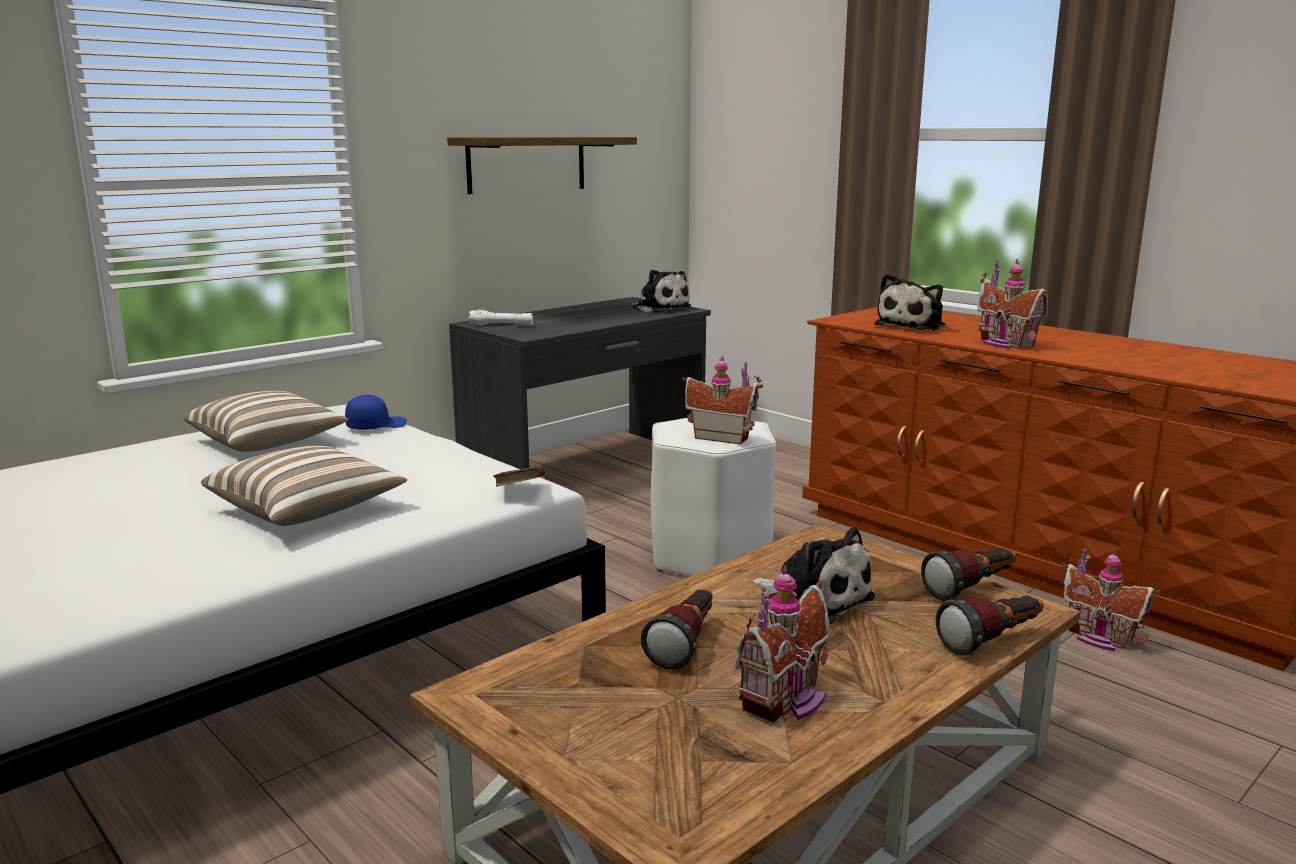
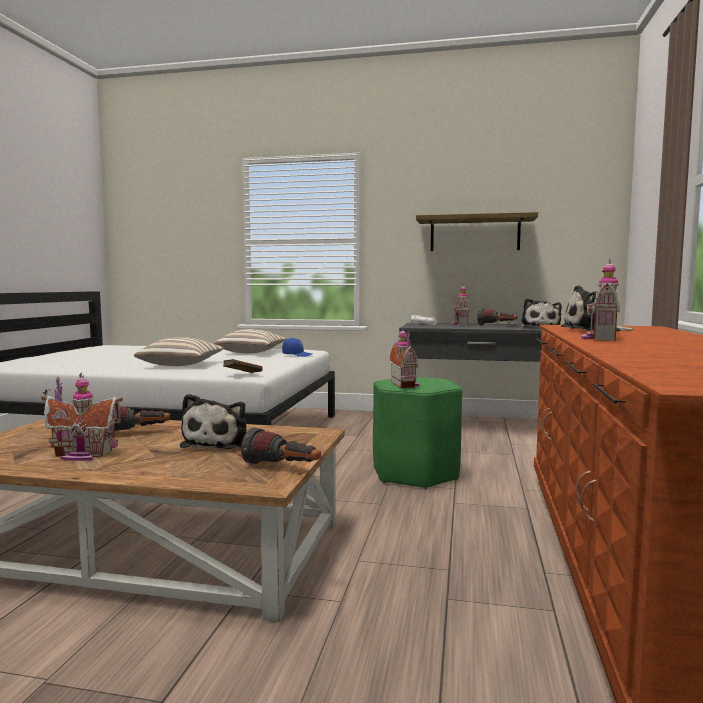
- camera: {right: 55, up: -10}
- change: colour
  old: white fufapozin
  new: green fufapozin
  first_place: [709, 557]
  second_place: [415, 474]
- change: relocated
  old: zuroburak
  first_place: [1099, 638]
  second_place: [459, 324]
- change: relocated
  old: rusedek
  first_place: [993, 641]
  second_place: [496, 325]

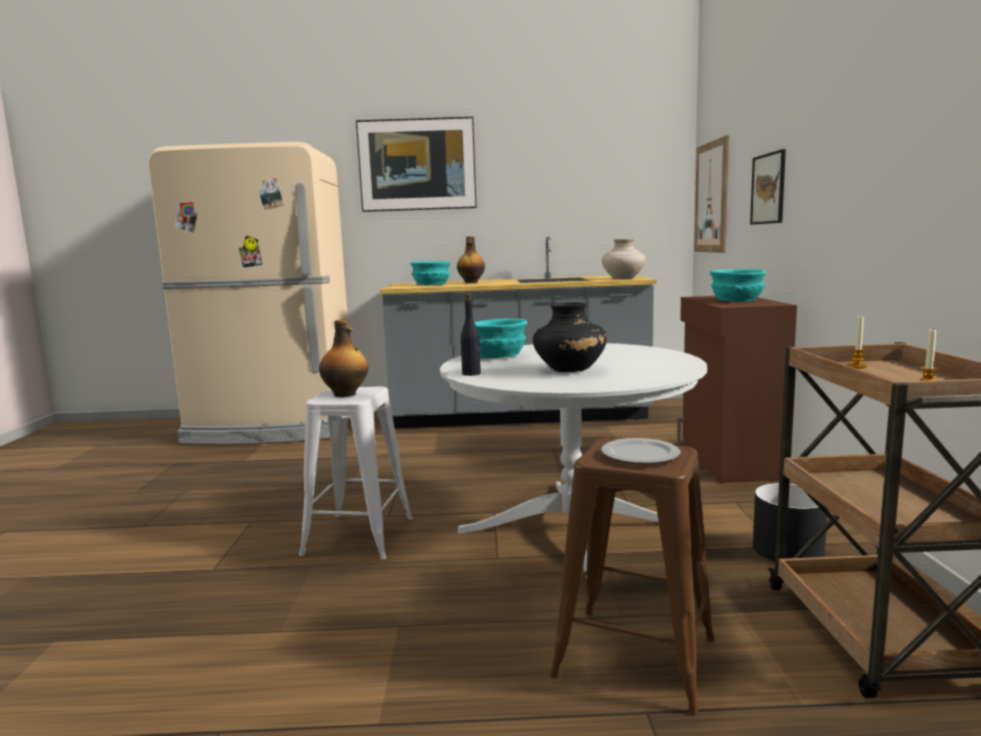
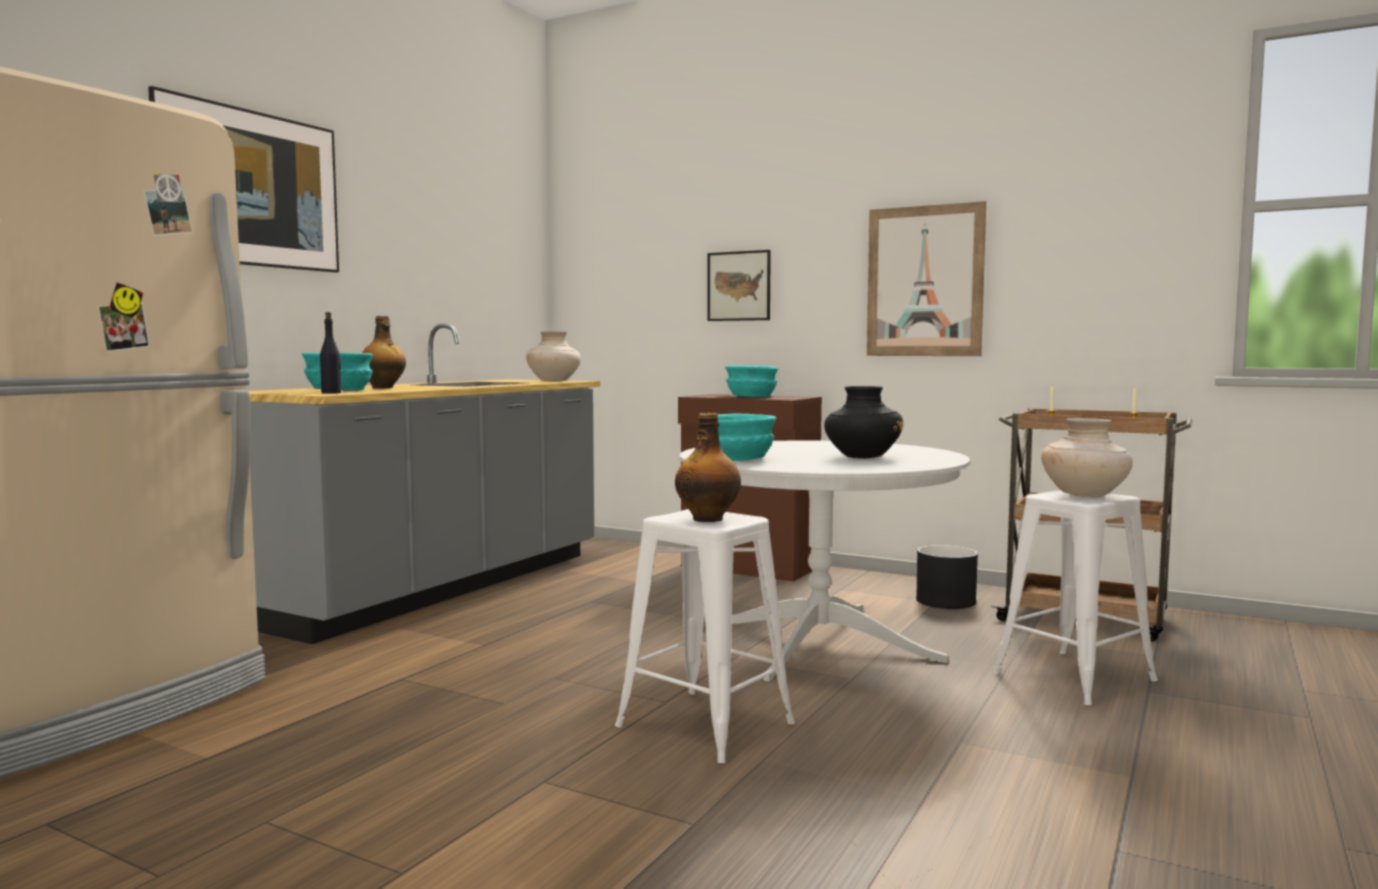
- camera: {right: -60, up: -5}
- change: relocated
  old: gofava
  first_place: [711, 197]
  second_place: [924, 281]
- change: relocated
  old: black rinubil
  first_place: [471, 374]
  second_place: [331, 393]
- change: exchanged
  old: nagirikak
  new: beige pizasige
  first_place: [640, 455]
  second_place: [1085, 495]
- change: colour
  old: brown fufapozin
  new: white fufapozin
  first_place: [635, 657]
  second_place: [1074, 677]

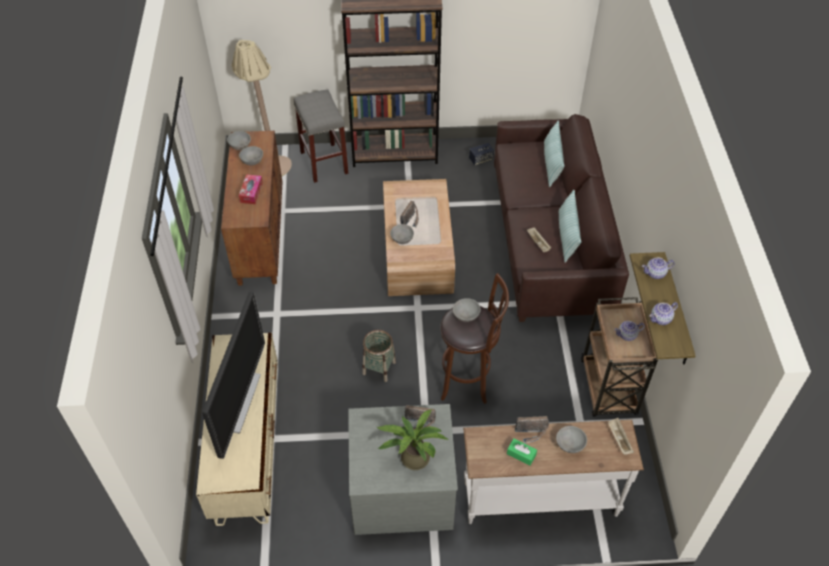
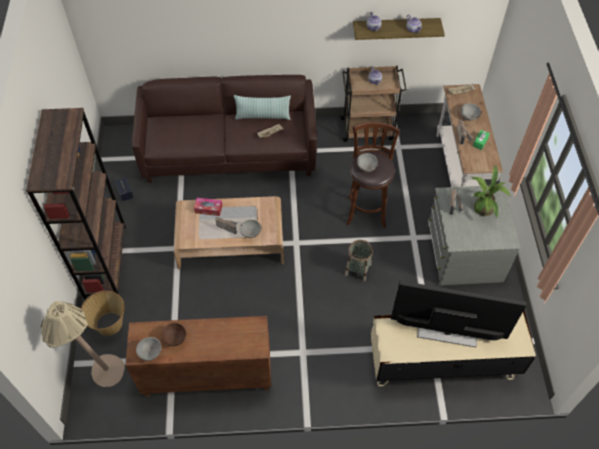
- camera: {right: -90, up: 5}
- change: exchanged
  old: grey fufapozin
  new: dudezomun
  first_place: [324, 163]
  second_place: [109, 323]
- change: missing
  old: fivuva
  first_place: [551, 164]
- change: colour
  old: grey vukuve
  new: brown vukuve
  first_place: [252, 161]
  second_place: [175, 338]
- change: relocated
  old: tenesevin
  first_place: [251, 192]
  second_place: [208, 209]

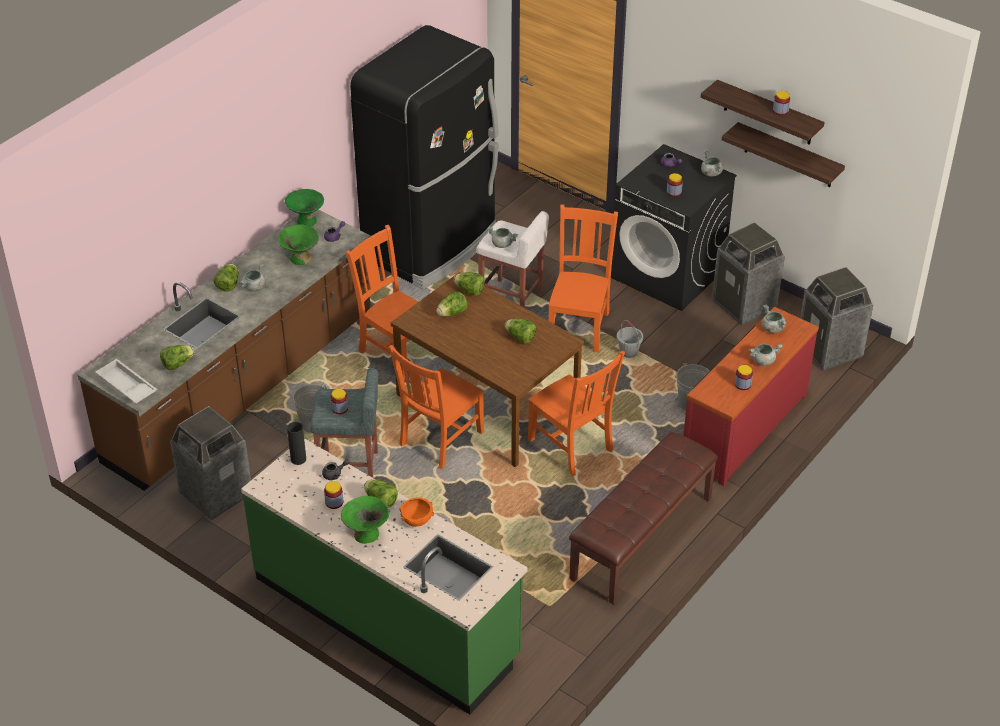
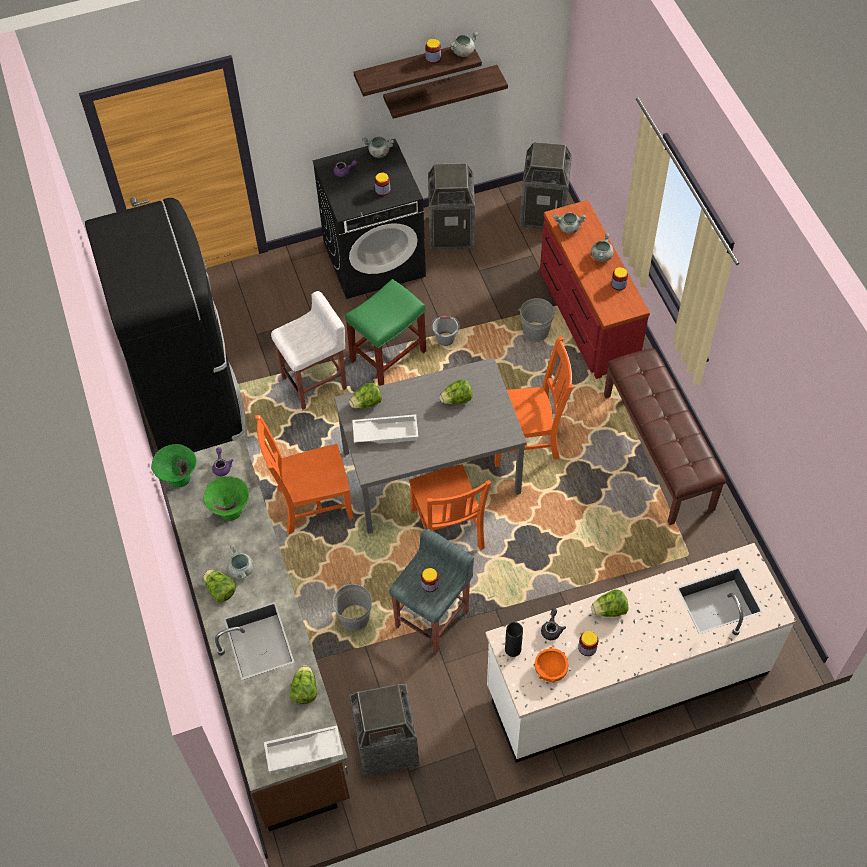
- camera: {right: -55, up: 15}
- change: exchanged
  old: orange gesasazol
  new: green fufapozin
  first_place: [579, 327]
  second_place: [388, 355]
- change: relocated
  old: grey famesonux
  first_place: [502, 244]
  second_place: [463, 52]
- change: colour
  old: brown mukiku
  new: grey mukiku
  first_place: [488, 404]
  second_place: [431, 471]
- change: exchanged
  old: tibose
  new: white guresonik
  first_place: [452, 313]
  second_place: [386, 432]
- change: colour
  old: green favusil
  new: white favusil
  first_place: [387, 617]
  second_place: [626, 680]
- change: missing
  old: green vukuve
  first_place: [366, 534]
- change: relocated
  old: orange vukuve
  first_place: [417, 519]
  second_place: [550, 669]

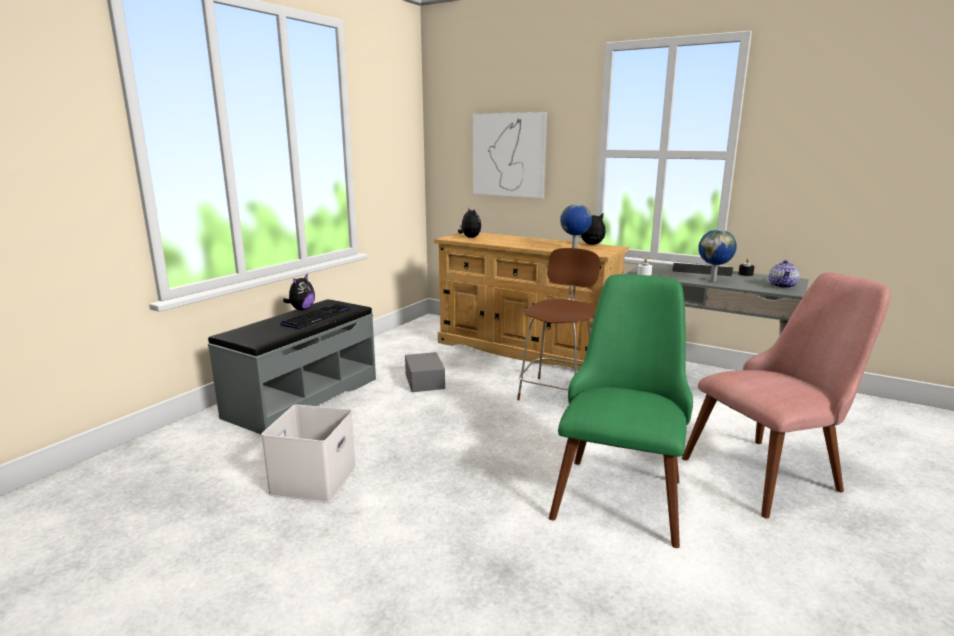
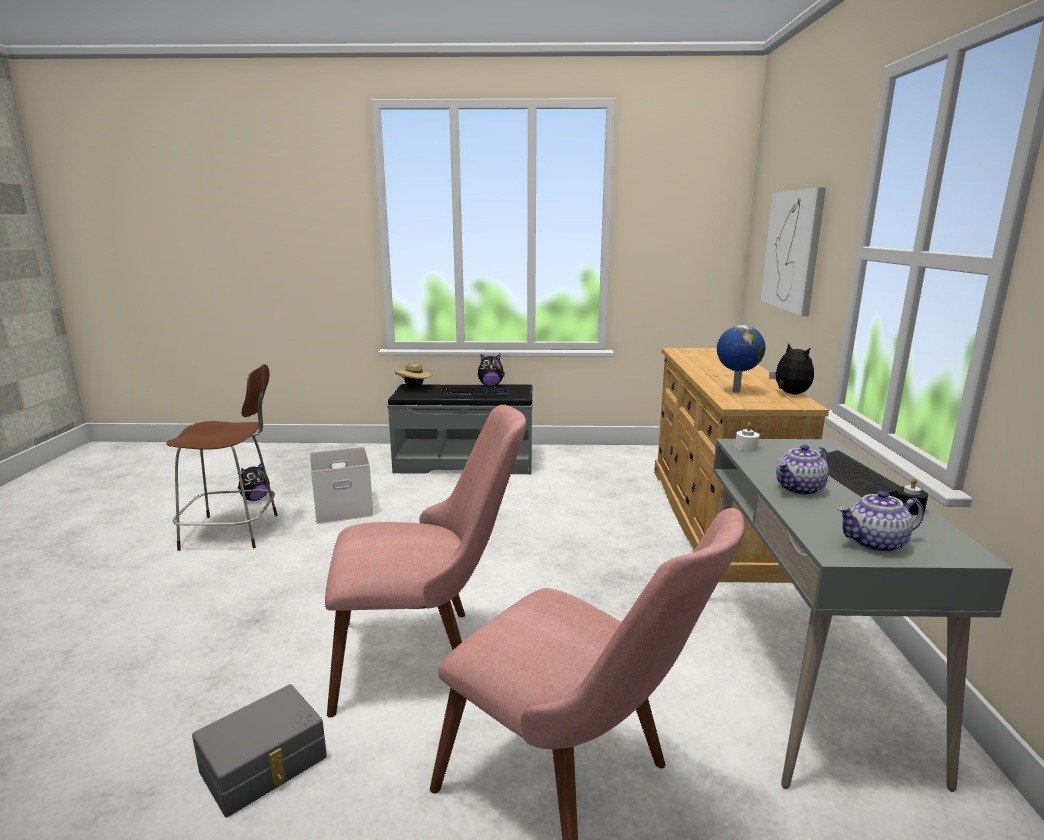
- camera: {right: 60, up: 0}
- change: relocated
  old: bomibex
  first_place: [469, 237]
  second_place: [255, 499]
- change: exchanged
  old: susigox
  new: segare
  first_place: [713, 280]
  second_place: [800, 489]
- change: relocated
  old: brown gesasazol
  first_place: [557, 393]
  second_place: [234, 532]
- change: colour
  old: green gesasazol
  new: pink gesasazol
  first_place: [620, 488]
  second_place: [428, 654]
- change: relocated
  old: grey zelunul
  first_place: [426, 381]
  second_place: [265, 765]
- change: appeared
  new: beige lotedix
  second_place: [414, 387]

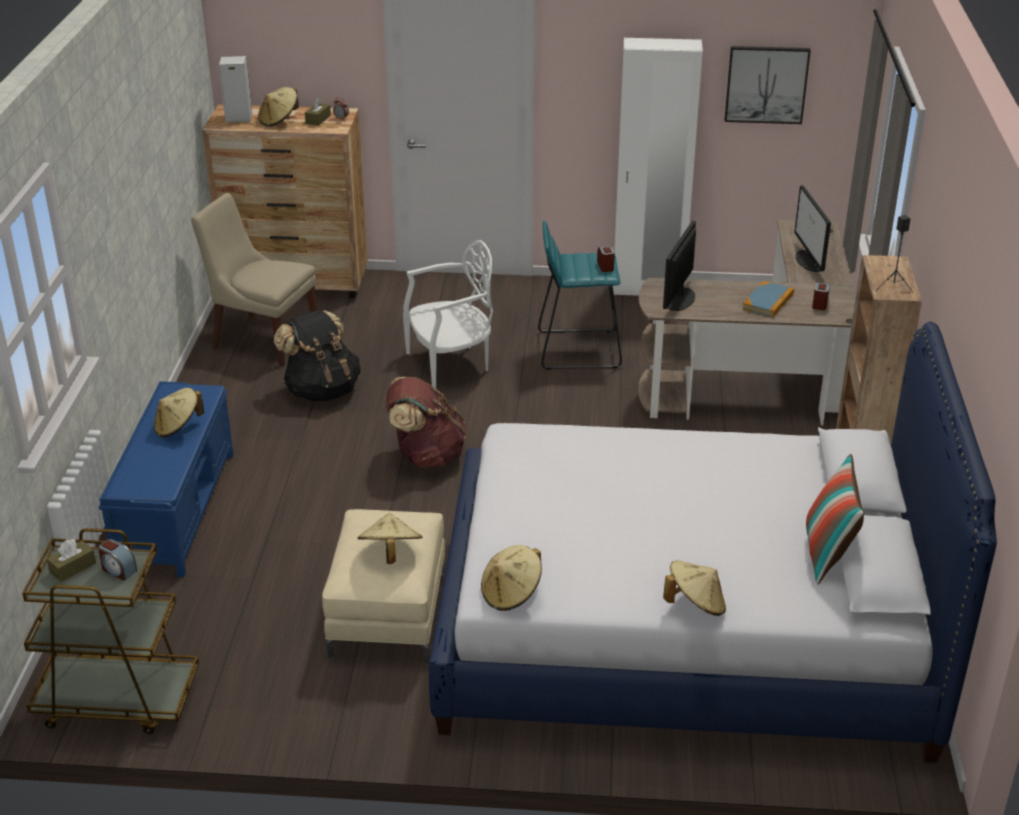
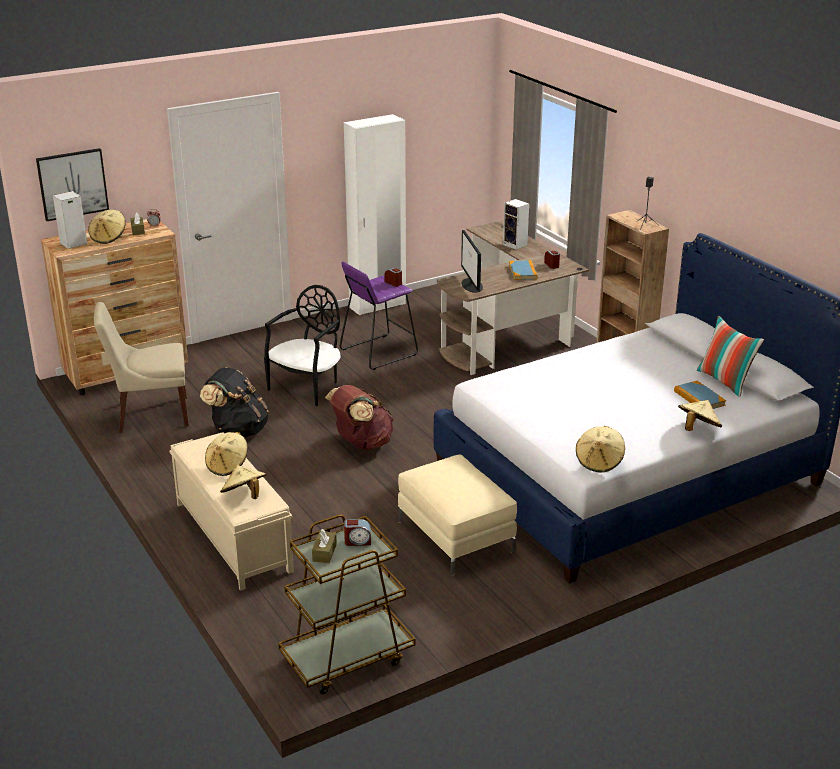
- camera: {right: -35, up: -5}
- change: relocated
  old: gofava
  first_place: [766, 84]
  second_place: [72, 184]
- change: exchanged
  old: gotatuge
  new: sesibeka
  first_place: [810, 261]
  second_place: [516, 245]
- change: colour
  old: turquoise fufapozin
  new: purple fufapozin
  first_place: [578, 349]
  second_place: [378, 352]
- change: colour
  old: white gesasazol
  new: black gesasazol
  first_place: [451, 365]
  second_place: [307, 387]
- change: colour
  old: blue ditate
  new: beige ditate
  first_place: [177, 509]
  second_place: [232, 536]
- change: relocated
  old: beige lotedix
  first_place: [390, 553]
  second_place: [244, 496]
- change: appeared
  new: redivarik
  second_place: [699, 398]

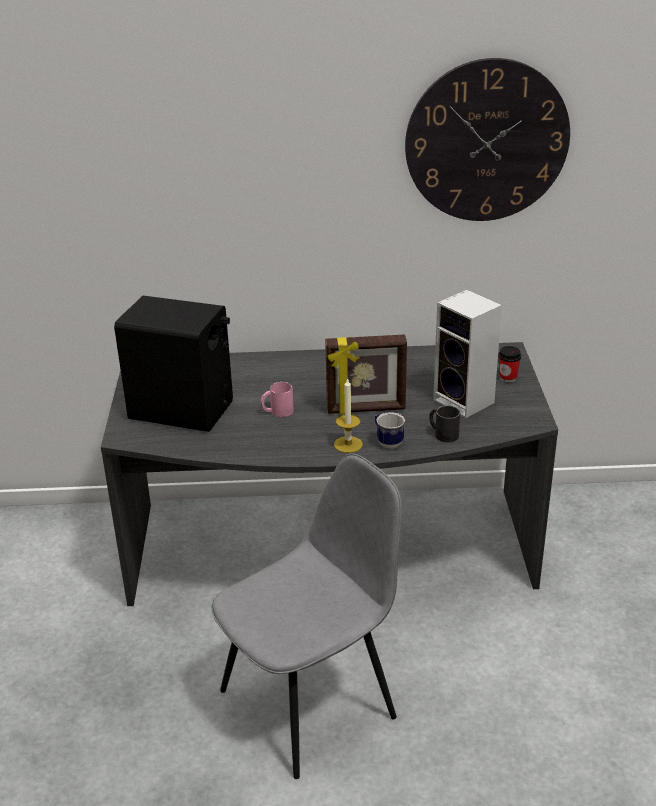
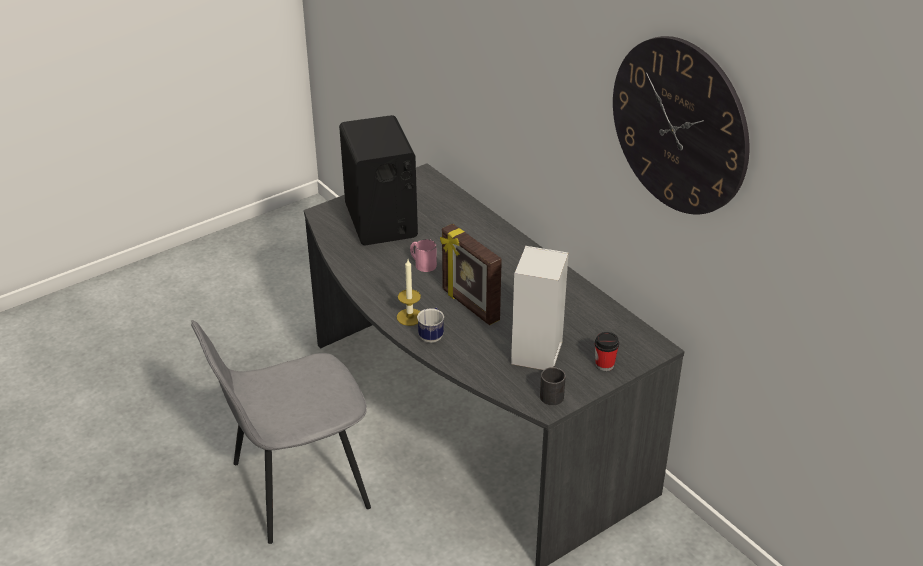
- camera: {right: 55, up: 5}
- change: relocated
  old: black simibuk
  first_place: [442, 433]
  second_place: [552, 393]
- change: spun
  old: grey gesasazol
  first_place: [311, 702]
  second_place: [296, 486]
  degrees: 135

